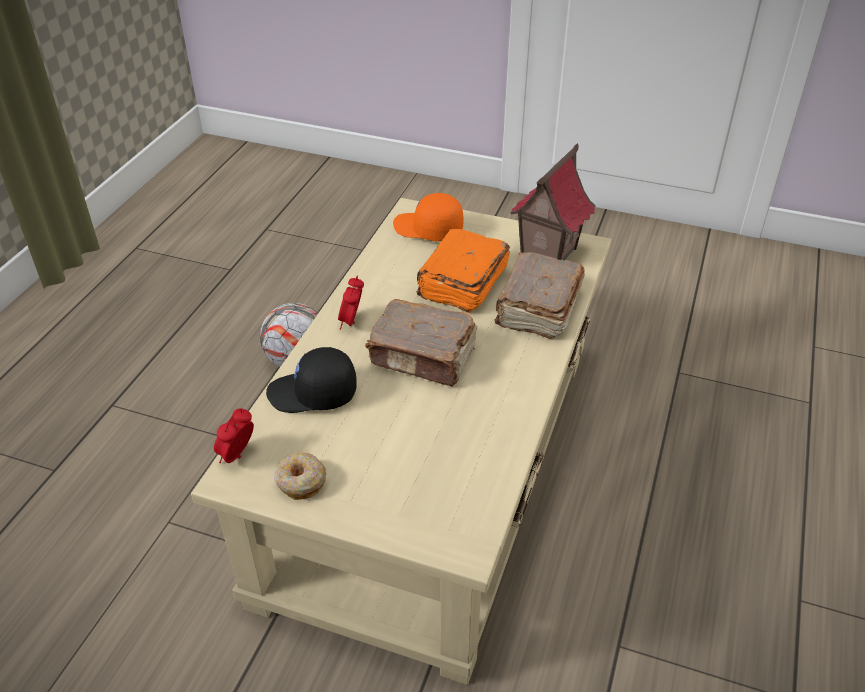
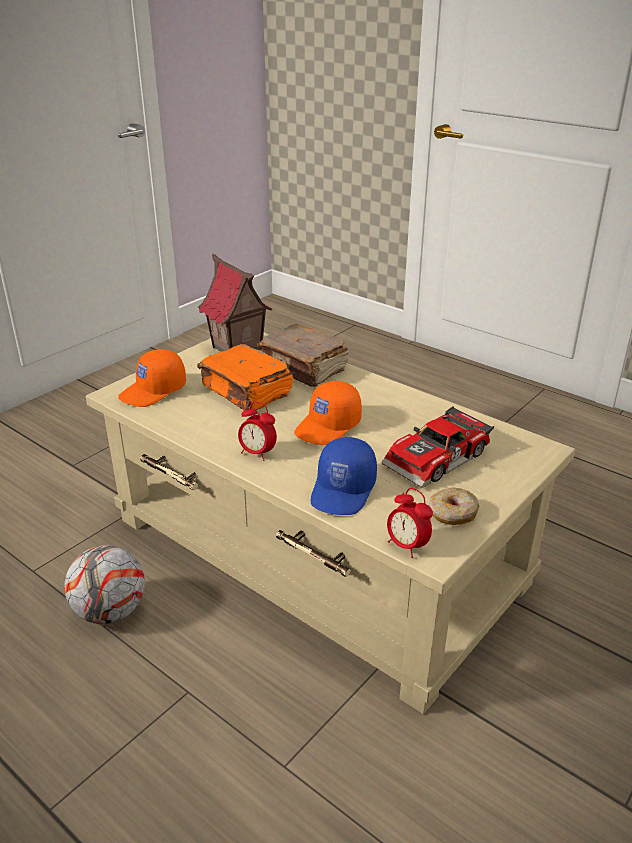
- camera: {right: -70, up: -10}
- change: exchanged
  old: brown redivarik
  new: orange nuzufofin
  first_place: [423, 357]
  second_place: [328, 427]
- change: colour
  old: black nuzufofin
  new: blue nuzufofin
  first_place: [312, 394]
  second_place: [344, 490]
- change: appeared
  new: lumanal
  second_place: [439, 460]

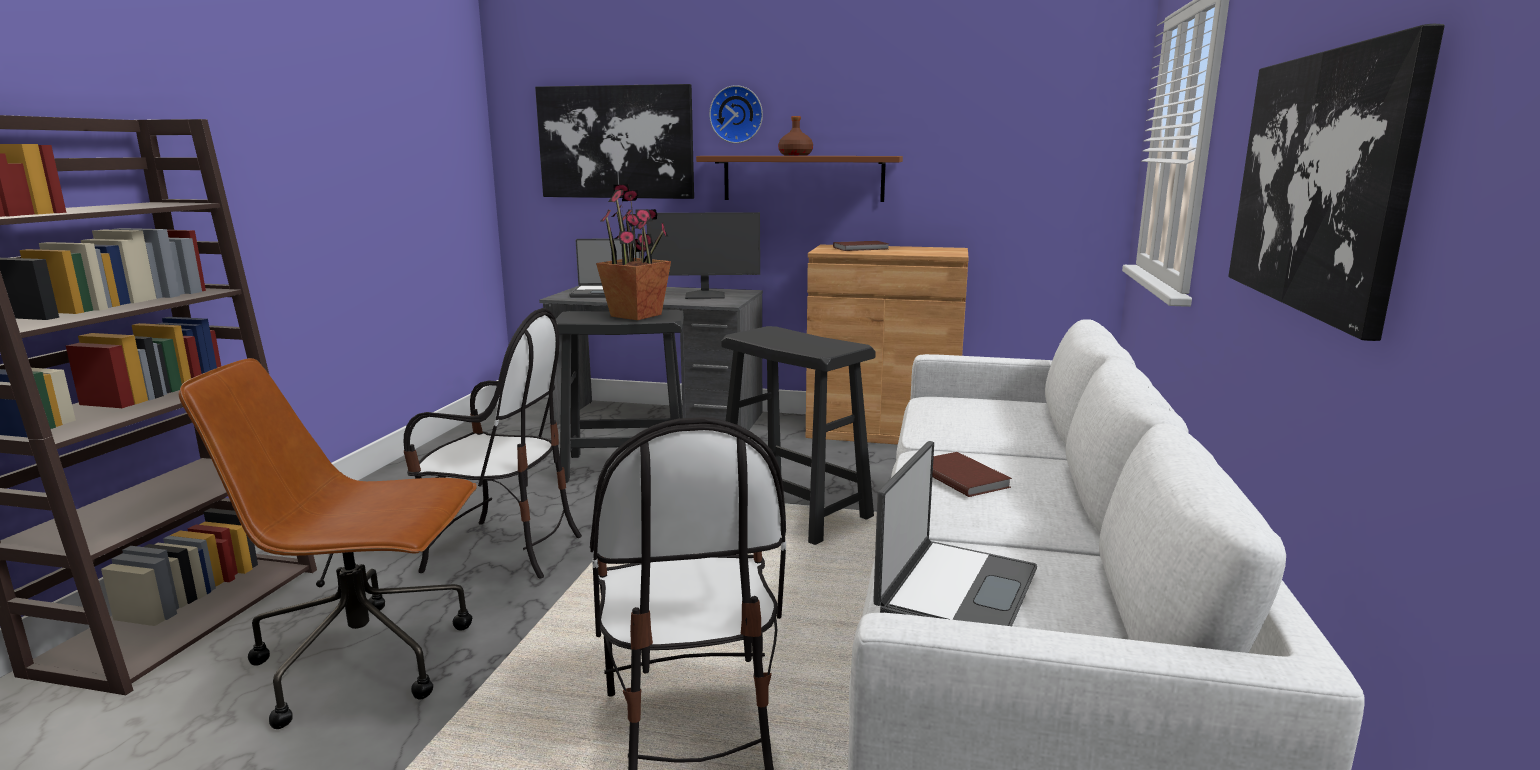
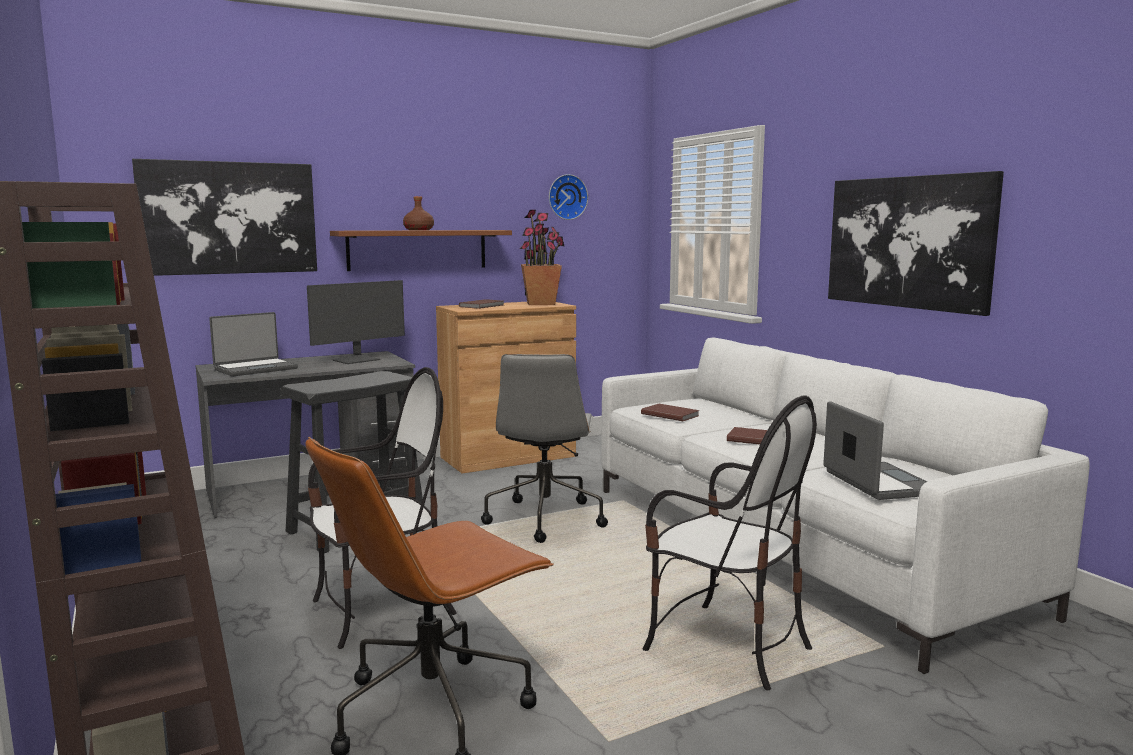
- camera: {right: -40, up: -5}
- change: relocated
  old: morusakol
  first_place: [737, 114]
  second_place: [566, 197]
- change: relocated
  old: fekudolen
  first_place: [637, 315]
  second_place: [541, 303]
- change: exchanged
  old: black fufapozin
  new: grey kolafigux
  first_place: [793, 509]
  second_place: [545, 518]
- change: appeared
  new: brown redivarik
  second_place: [670, 414]

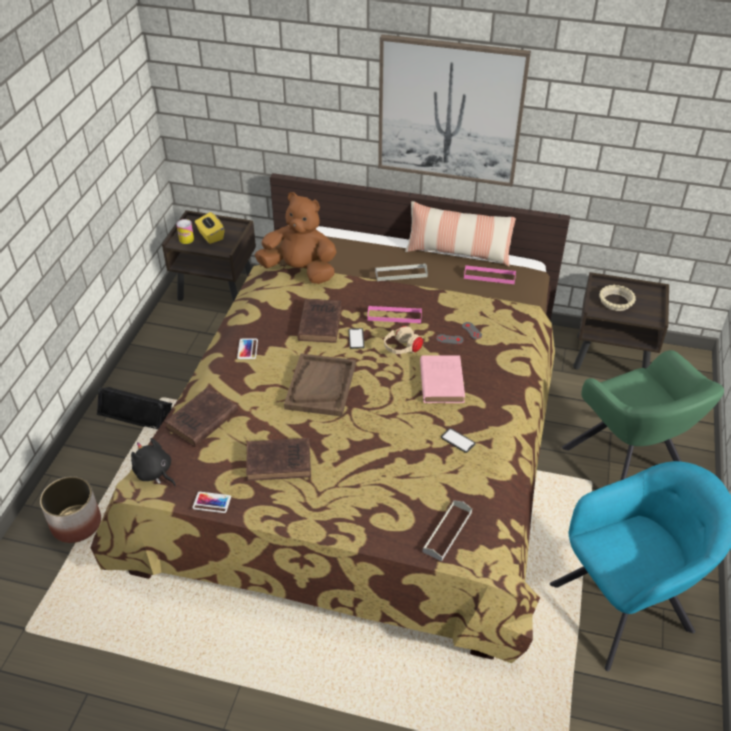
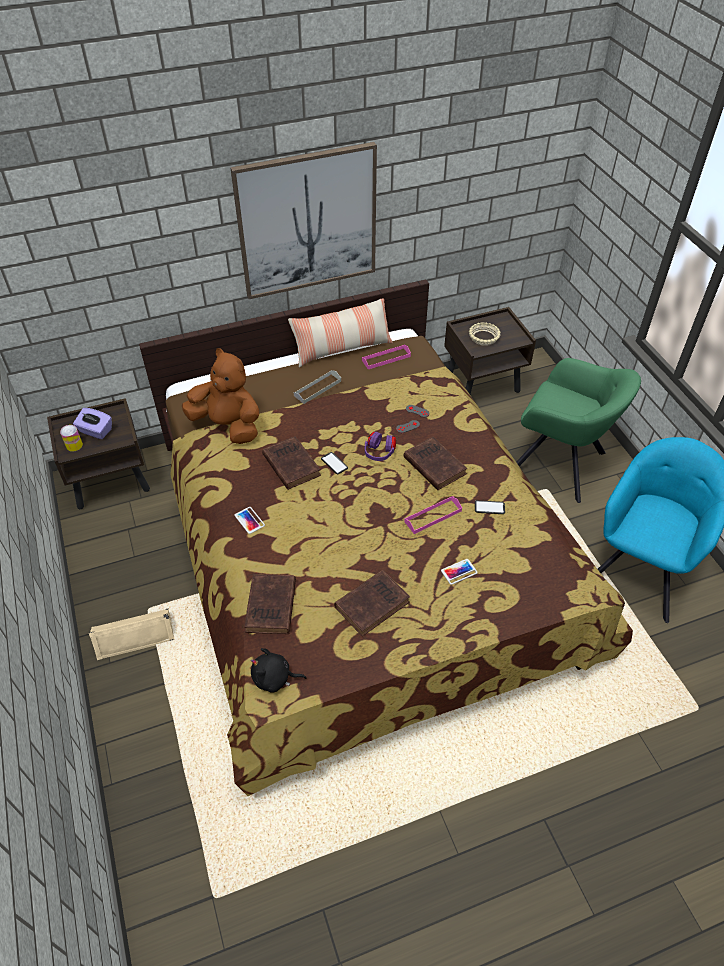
- camera: {right: -35, up: 5}
- change: spun
  old: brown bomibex
  first_place: [300, 271]
  second_place: [228, 425]
  degrees: 45
- change: colour
  old: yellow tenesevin
  new: purple tenesevin
  first_place: [210, 236]
  second_place: [95, 431]
- change: relocated
  old: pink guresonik
  first_place: [394, 316]
  second_place: [433, 516]
- change: colour
  old: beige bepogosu
  new: purple bepogosu
  first_place: [402, 349]
  second_place: [379, 453]
- change: missing
  old: brown guresonik
  first_place: [320, 386]
- change: colour
  old: pink redivarik
  new: brown redivarik
  first_place: [441, 381]
  second_place: [433, 465]
- change: colour
  old: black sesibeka
  new: beige sesibeka
  first_place: [136, 411]
  second_place: [134, 635]
- change: missing
  old: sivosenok
  first_place: [76, 523]
- change: relocated
  old: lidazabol
  first_place: [211, 502]
  second_place: [459, 572]
- change: missing
  old: grey guresonik
  first_place: [447, 532]

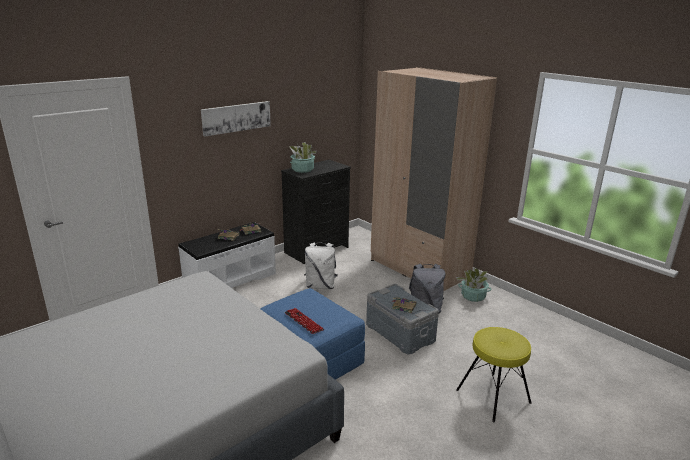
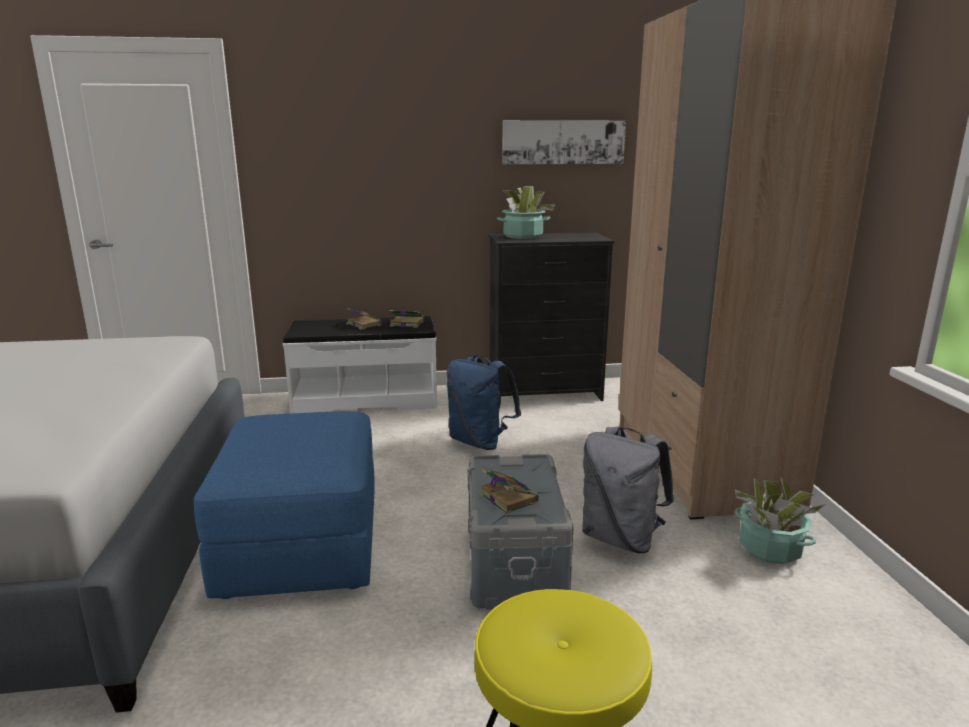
- camera: {right: 35, up: -5}
- change: relocated
  old: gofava
  first_place: [236, 117]
  second_place: [563, 142]
- change: colour
  old: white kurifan
  new: blue kurifan
  first_place: [320, 286]
  second_place: [480, 442]
- change: missing
  old: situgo
  first_place: [303, 321]

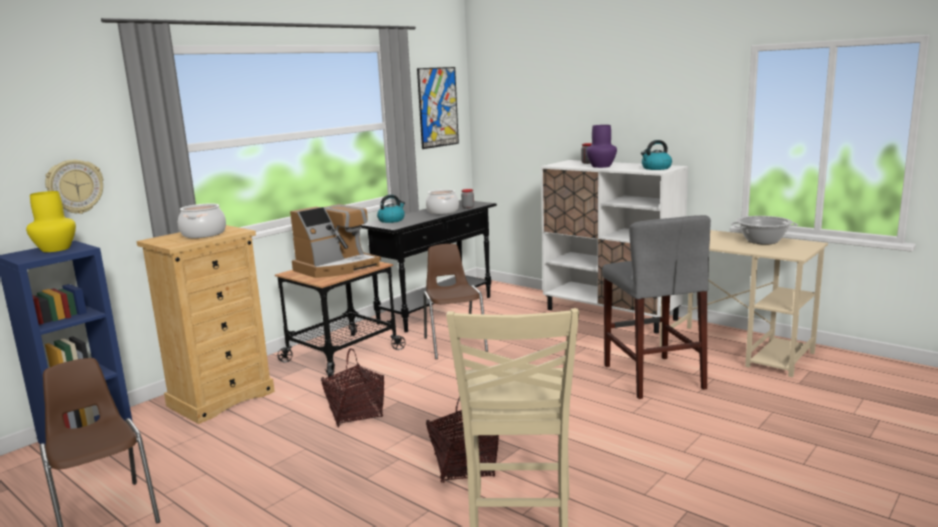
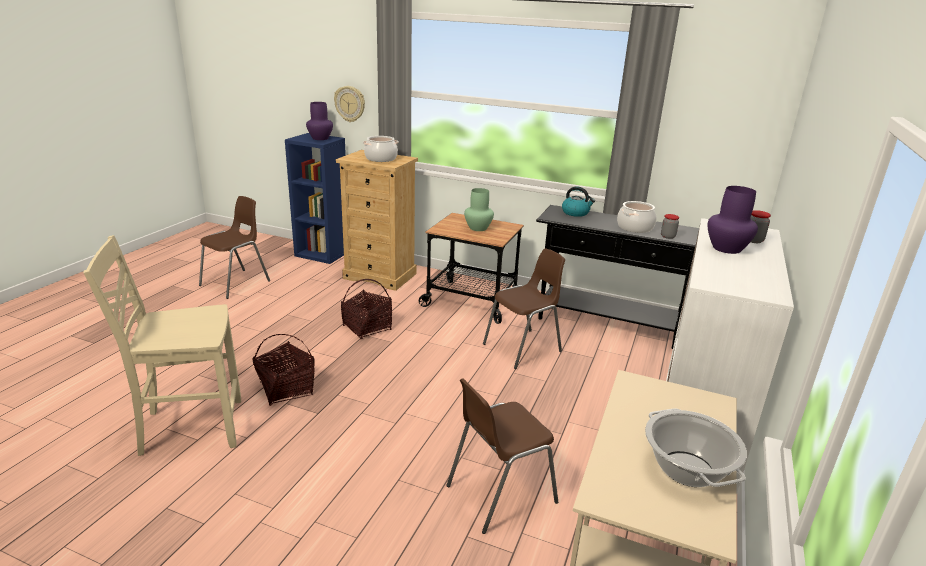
- camera: {right: 70, up: 10}
- change: missing
  old: gofava
  first_place: [438, 107]
- change: missing
  old: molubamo
  first_place: [656, 168]
- change: colour
  old: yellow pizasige
  new: purple pizasige
  first_place: [55, 249]
  second_place: [320, 138]
- change: exchanged
  old: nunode
  new: green pizasige
  first_place: [337, 268]
  second_place: [478, 228]
- change: exchanged
  old: grey fufapozin
  new: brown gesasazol
  first_place: [653, 376]
  second_place: [499, 493]

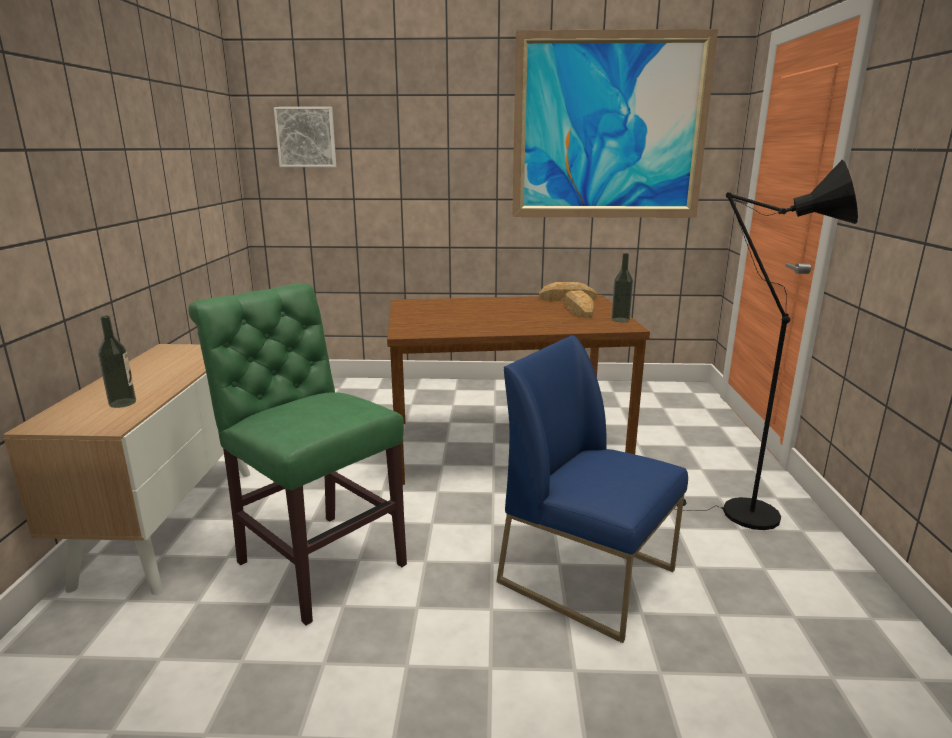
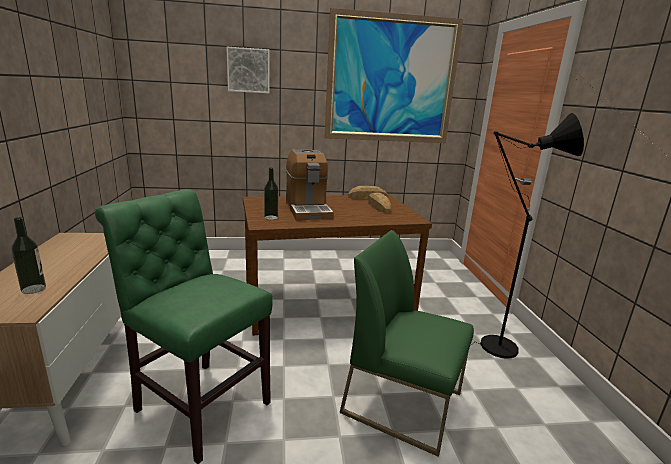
- camera: {right: -10, up: 0}
- change: relocated
  old: gofava
  first_place: [306, 137]
  second_place: [248, 70]
- change: relocated
  old: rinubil
  first_place: [620, 320]
  second_place: [271, 217]
- change: colour
  old: blue gesasazol
  new: green gesasazol
  first_place: [588, 576]
  second_place: [403, 402]
- change: appeared
  new: nunode
  second_place: [308, 209]

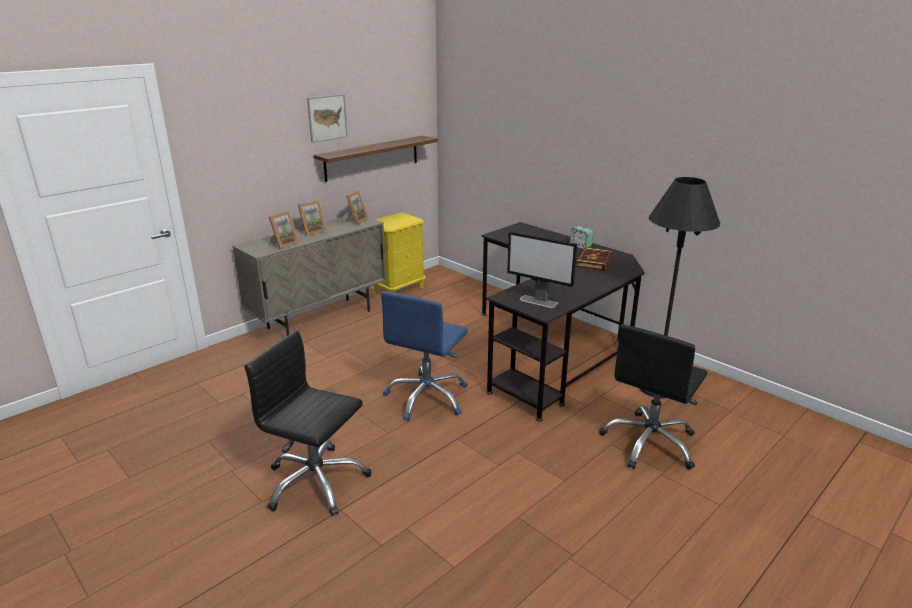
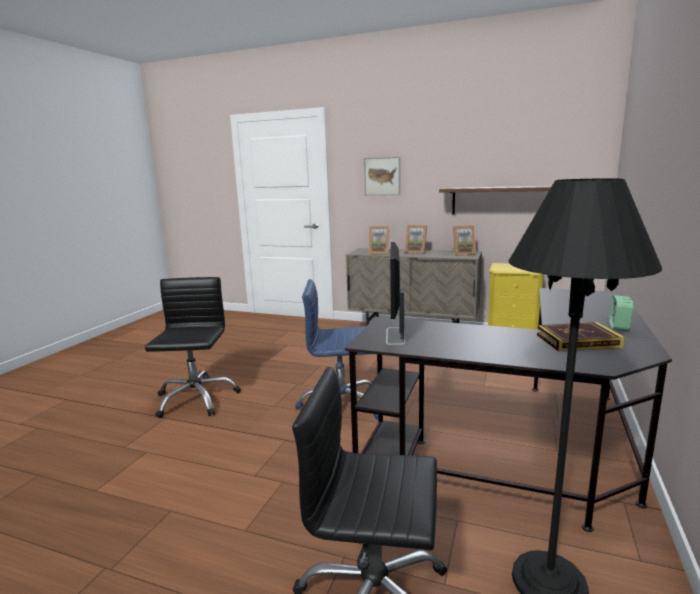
- camera: {right: 65, up: -10}
- change: relocated
  old: gofava
  first_place: [327, 118]
  second_place: [382, 176]

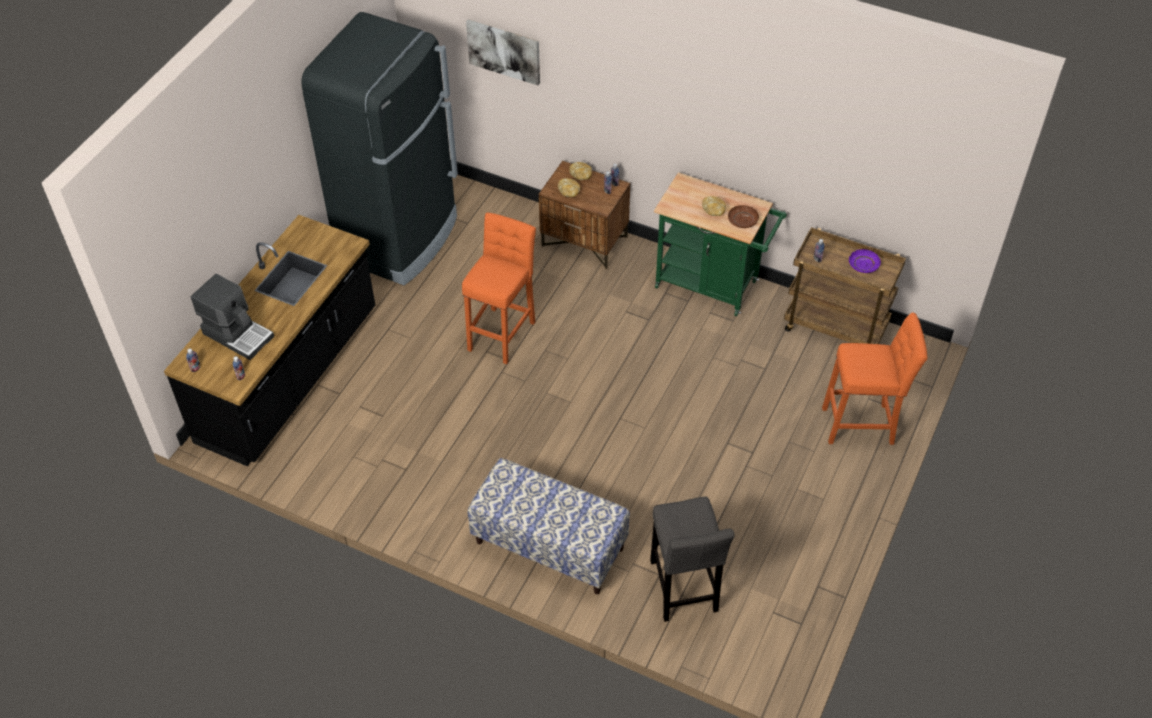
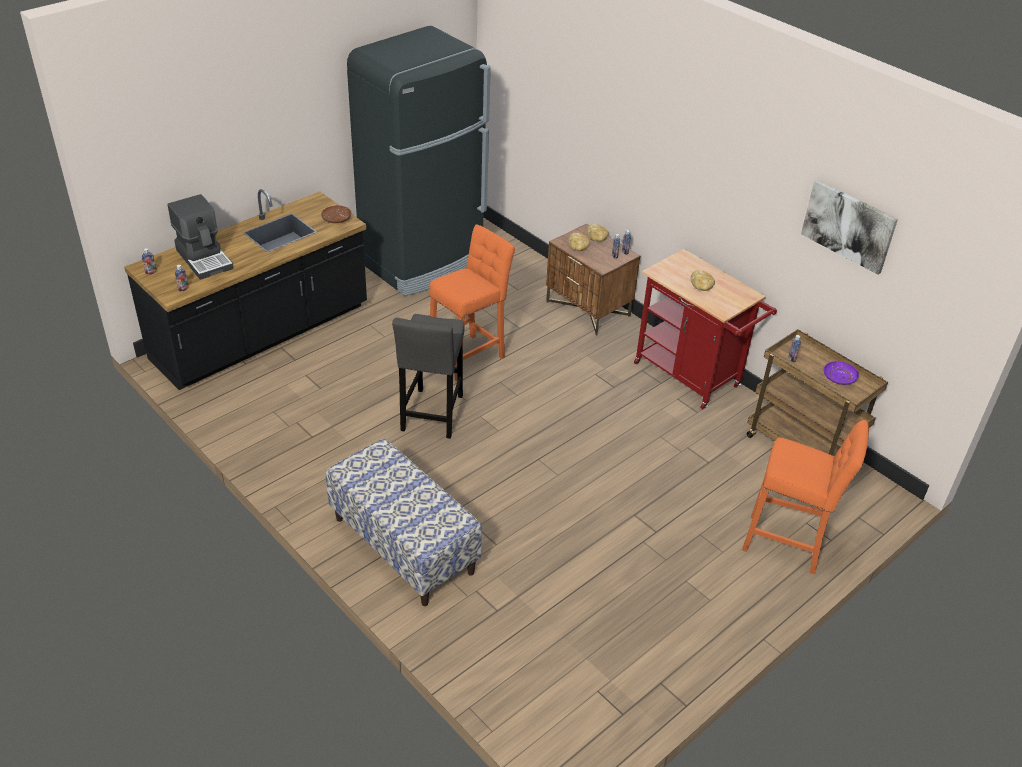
- camera: {right: 20, up: -10}
- change: relocated
  old: gofava
  first_place: [504, 51]
  second_place: [848, 226]
- change: colour
  old: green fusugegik
  new: red fusugegik
  first_place: [712, 286]
  second_place: [692, 378]
- change: relocated
  old: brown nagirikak
  first_place: [742, 220]
  second_place: [336, 218]
- change: relocated
  old: grey fufapozin
  first_place: [683, 590]
  second_place: [431, 416]

